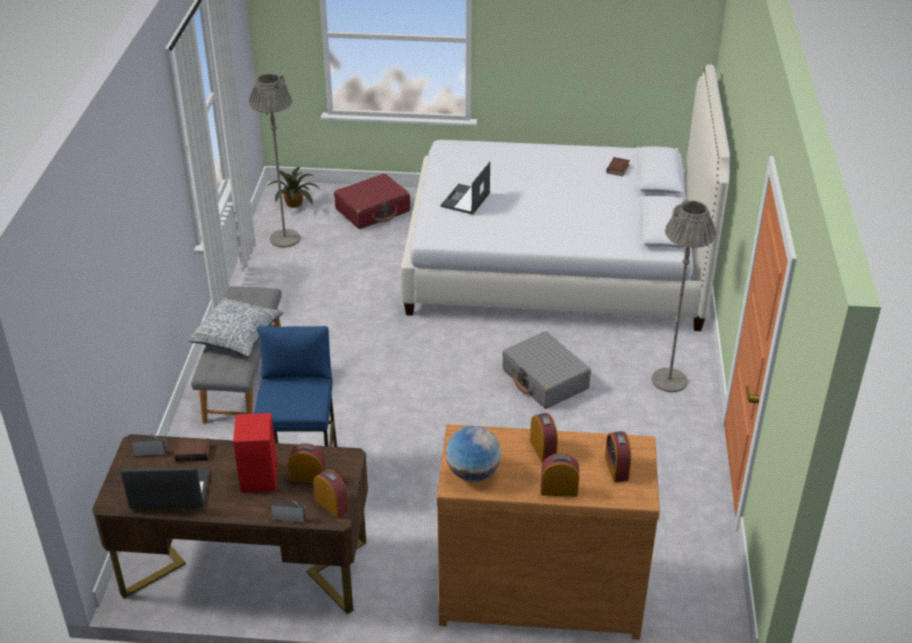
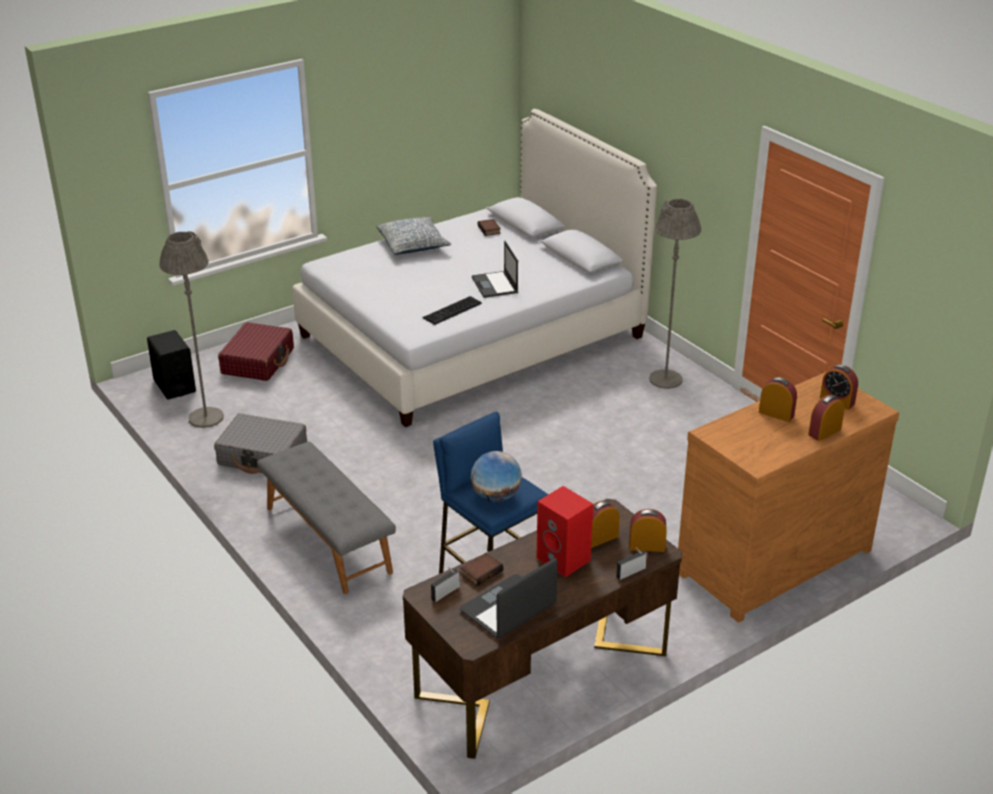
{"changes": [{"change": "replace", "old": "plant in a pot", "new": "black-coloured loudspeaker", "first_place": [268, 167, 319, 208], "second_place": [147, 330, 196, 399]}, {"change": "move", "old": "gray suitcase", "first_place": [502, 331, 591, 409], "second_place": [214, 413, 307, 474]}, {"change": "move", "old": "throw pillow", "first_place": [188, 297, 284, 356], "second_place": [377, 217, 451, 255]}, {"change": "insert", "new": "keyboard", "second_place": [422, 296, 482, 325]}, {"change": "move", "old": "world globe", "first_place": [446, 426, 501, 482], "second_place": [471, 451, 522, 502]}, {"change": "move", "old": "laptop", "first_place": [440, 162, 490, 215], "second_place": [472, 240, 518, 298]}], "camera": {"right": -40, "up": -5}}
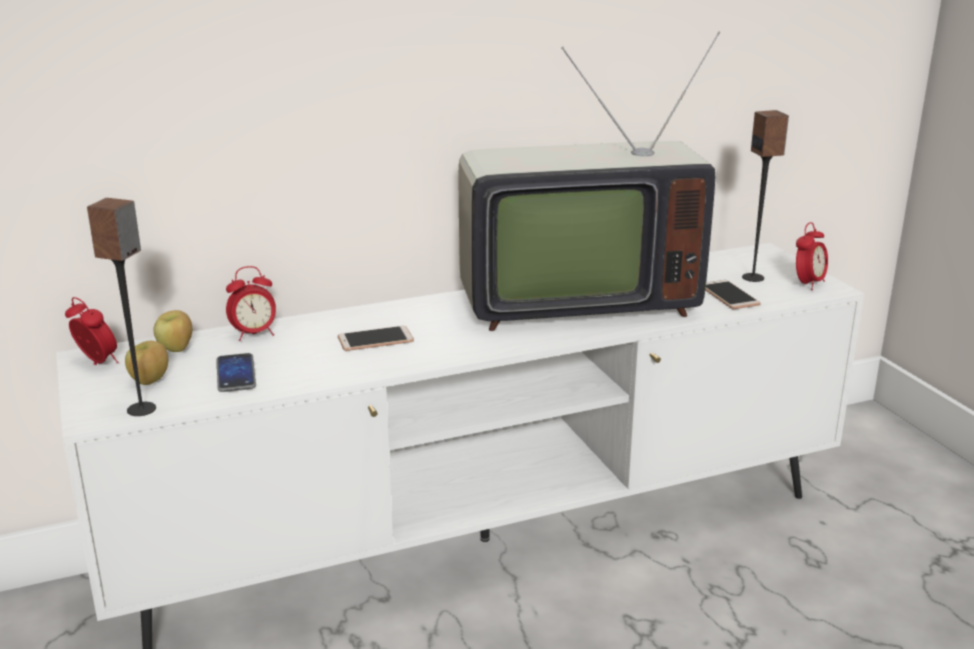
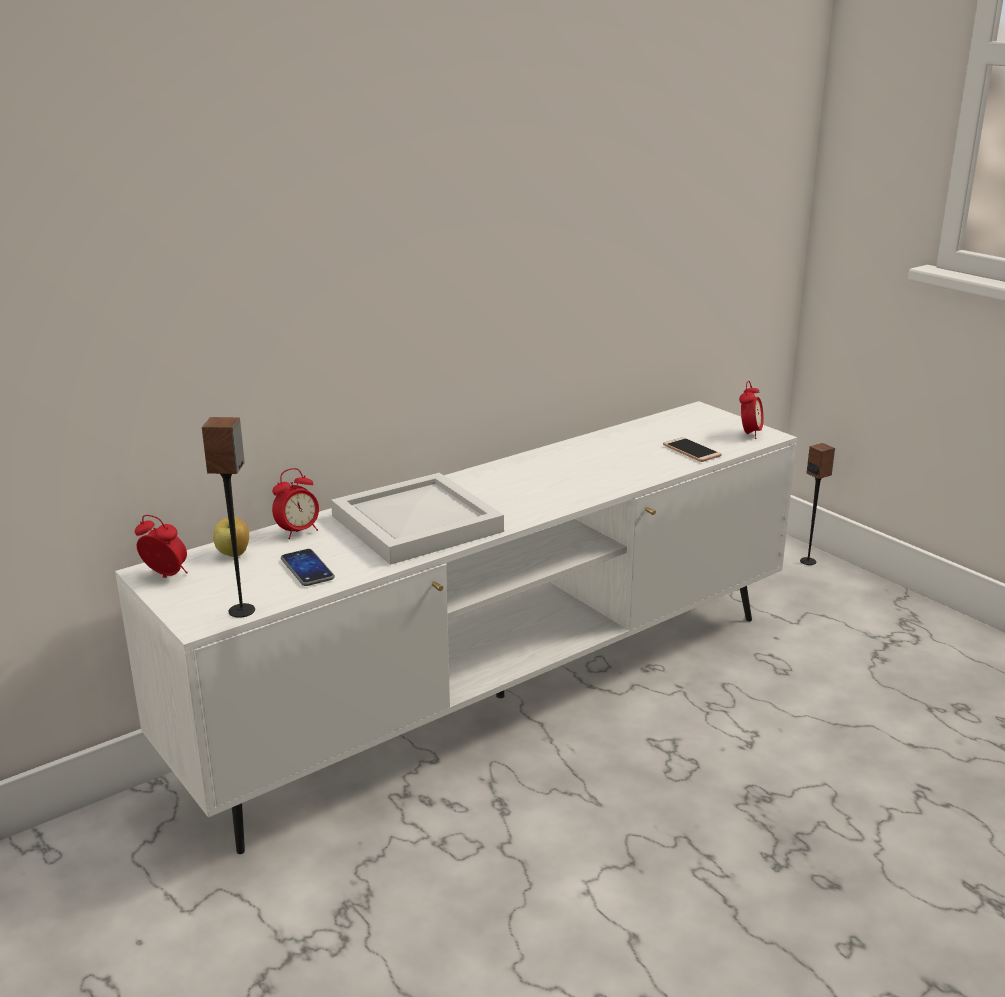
{"changes": [{"change": "replace", "old": "telephone", "new": "whitish serving tray", "first_place": [338, 326, 414, 351], "second_place": [331, 473, 504, 565]}, {"change": "move", "old": "loudspeaker", "first_place": [742, 110, 789, 282], "second_place": [800, 443, 835, 565]}, {"change": "delete", "old": "whole apple", "first_place": [125, 341, 168, 385]}, {"change": "delete", "old": "television", "first_place": [459, 31, 720, 331]}], "camera": {"right": -15, "up": 0}}
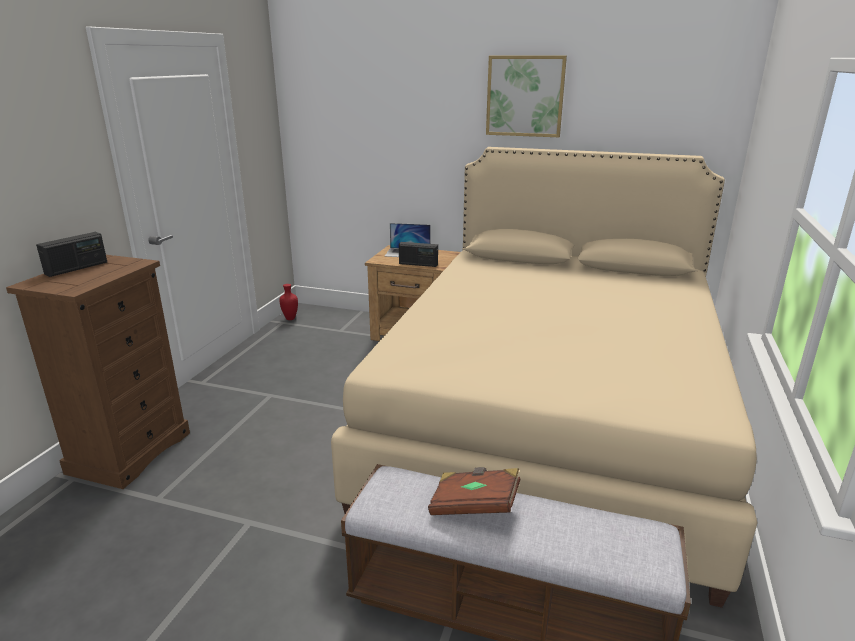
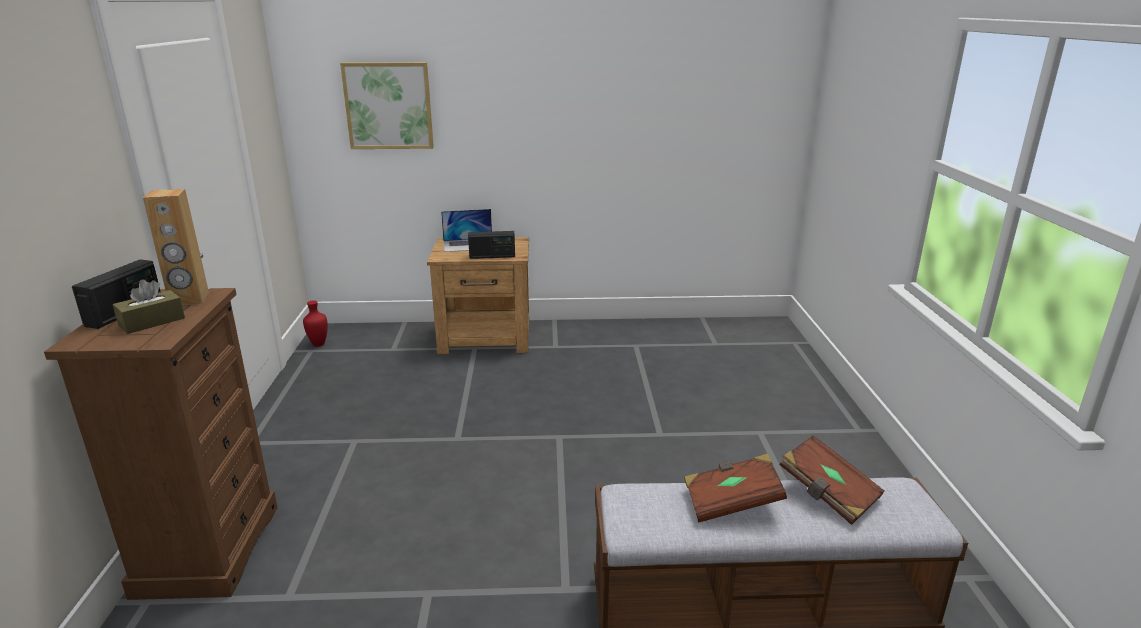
{"changes": [{"change": "insert", "new": "brown box of tissues", "second_place": [113, 280, 185, 334]}, {"change": "insert", "new": "brown loudspeaker", "second_place": [143, 189, 209, 305]}, {"change": "move", "old": "wall picture", "first_place": [486, 56, 567, 137], "second_place": [340, 62, 434, 149]}, {"change": "insert", "new": "brown volume", "second_place": [779, 435, 884, 525]}, {"change": "delete", "old": "beige-coloured bed", "first_place": [331, 147, 758, 608]}], "camera": {"right": -20, "up": 0}}
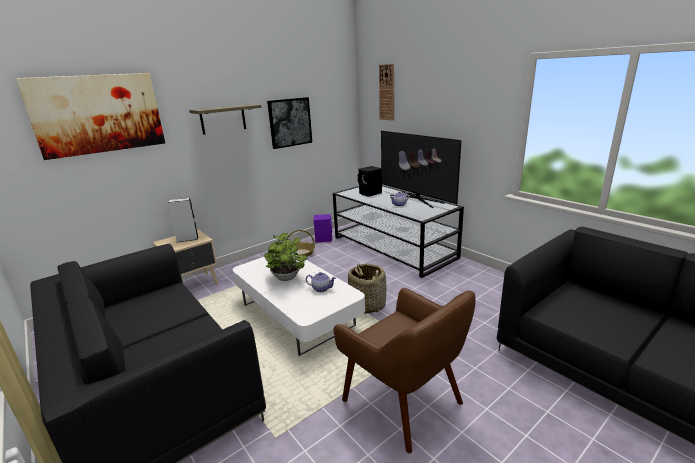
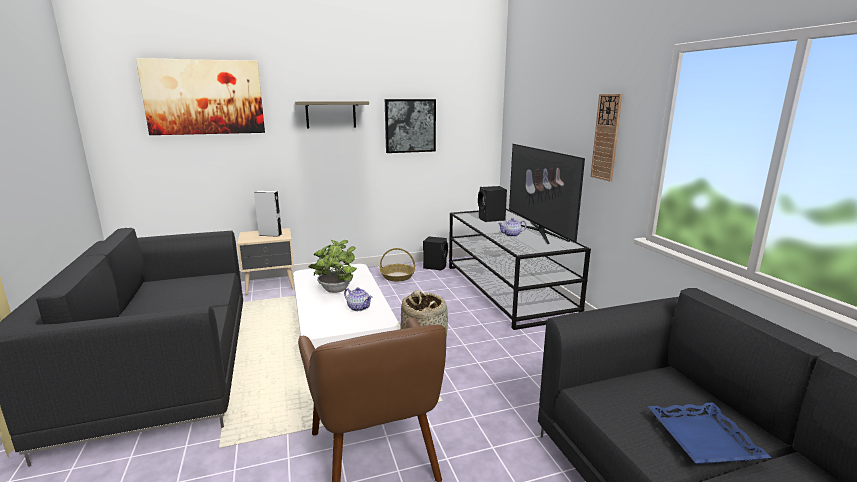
{"changes": [{"change": "recolor", "old": "purple-coloured loudspeaker", "new": "black-coloured loudspeaker", "first_place": [314, 214, 332, 243], "second_place": [423, 236, 448, 271]}, {"change": "move", "old": "clock on the wall", "first_place": [379, 64, 394, 121], "second_place": [590, 94, 623, 182]}, {"change": "insert", "new": "blue serving tray", "second_place": [648, 402, 772, 464]}], "camera": {"right": 20, "up": -5}}
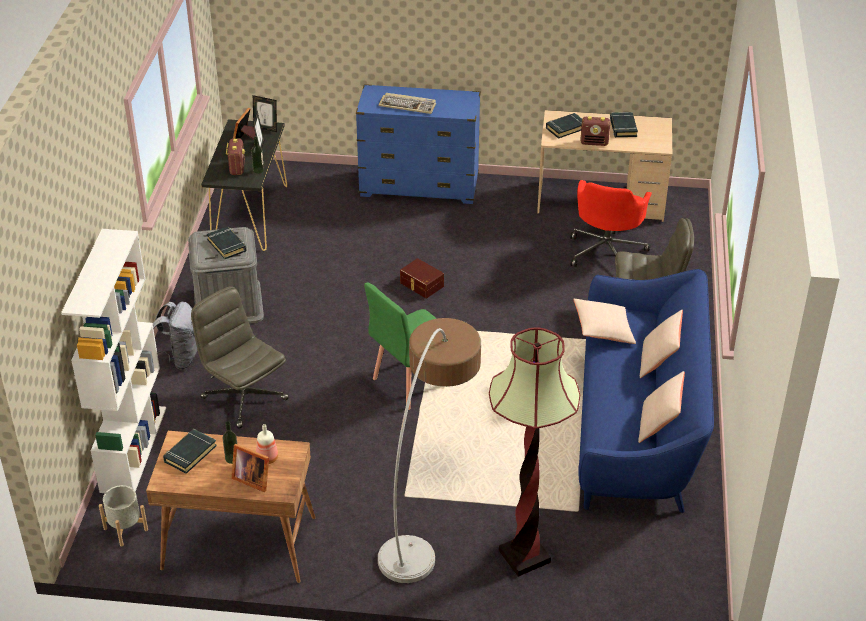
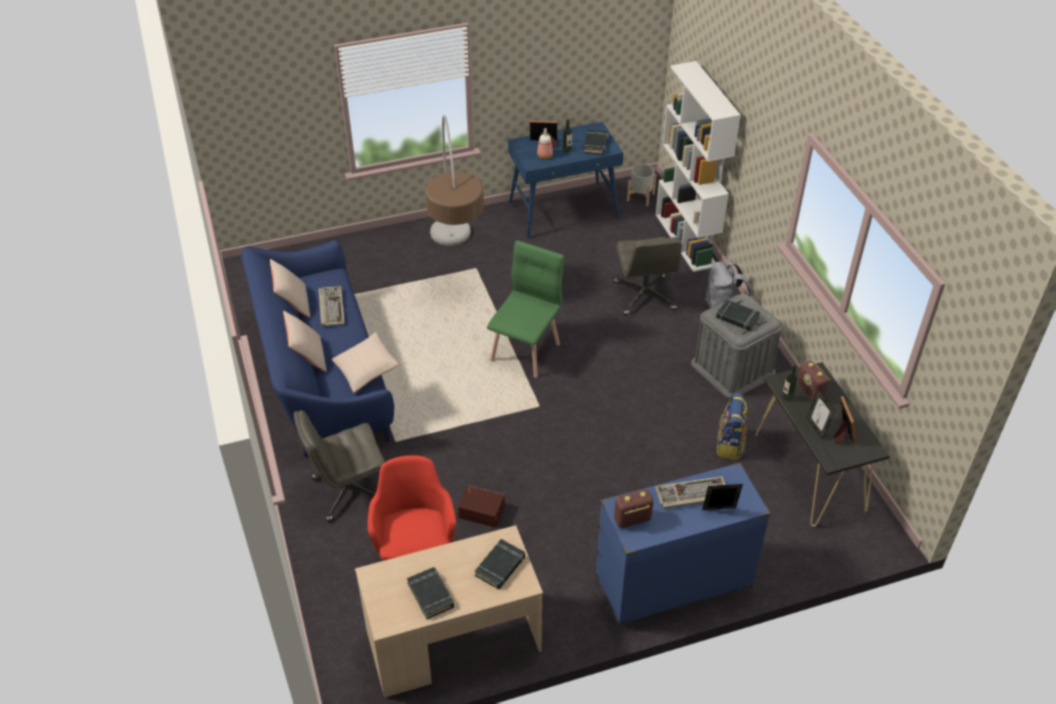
{"changes": [{"change": "insert", "new": "keyboard", "second_place": [319, 286, 345, 326]}, {"change": "move", "old": "brown storage bin", "first_place": [400, 258, 444, 298], "second_place": [458, 485, 505, 528]}, {"change": "recolor", "old": "brown desk unit", "new": "blue desk unit", "first_place": [146, 431, 316, 583], "second_place": [508, 122, 623, 238]}, {"change": "rotate", "old": "gray computer chair", "first_place": [191, 286, 289, 429], "second_place": [614, 237, 682, 316], "degrees": 60}, {"change": "move", "old": "radio", "first_place": [580, 116, 610, 146], "second_place": [614, 489, 654, 528]}, {"change": "move", "old": "photo frame", "first_place": [253, 95, 277, 132], "second_place": [702, 484, 743, 510]}, {"change": "insert", "new": "backpack", "second_place": [717, 393, 749, 460]}, {"change": "delete", "old": "floor lamp", "first_place": [489, 327, 580, 577]}], "camera": {"right": 155, "up": 5}}
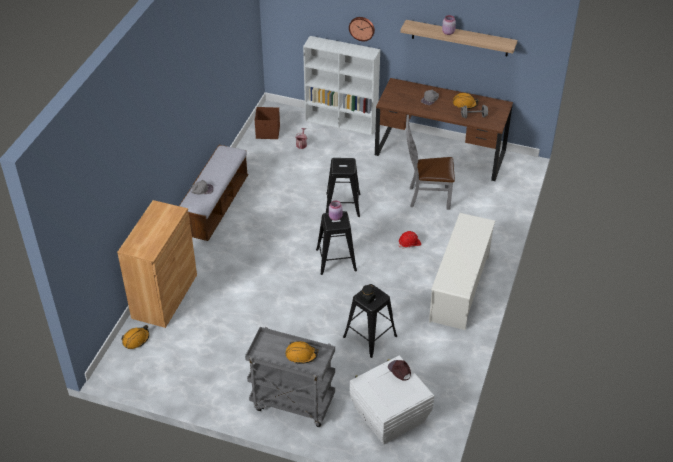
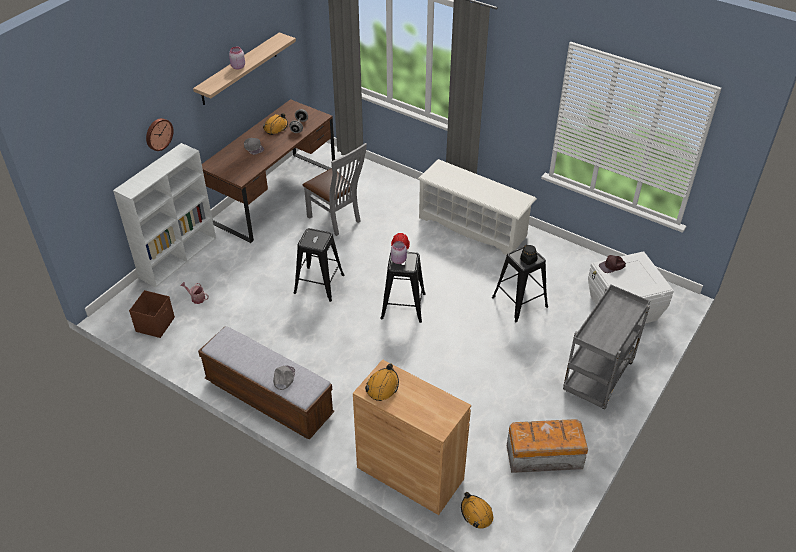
{"changes": [{"change": "rotate", "old": "gray plain chair", "first_place": [406, 115, 455, 210], "second_place": [303, 143, 367, 236], "degrees": -60}, {"change": "move", "old": "orange-coloured safety helmet", "first_place": [285, 341, 319, 364], "second_place": [365, 363, 399, 401]}, {"change": "insert", "new": "storage bin", "second_place": [507, 419, 588, 473]}], "camera": {"right": -75, "up": 0}}
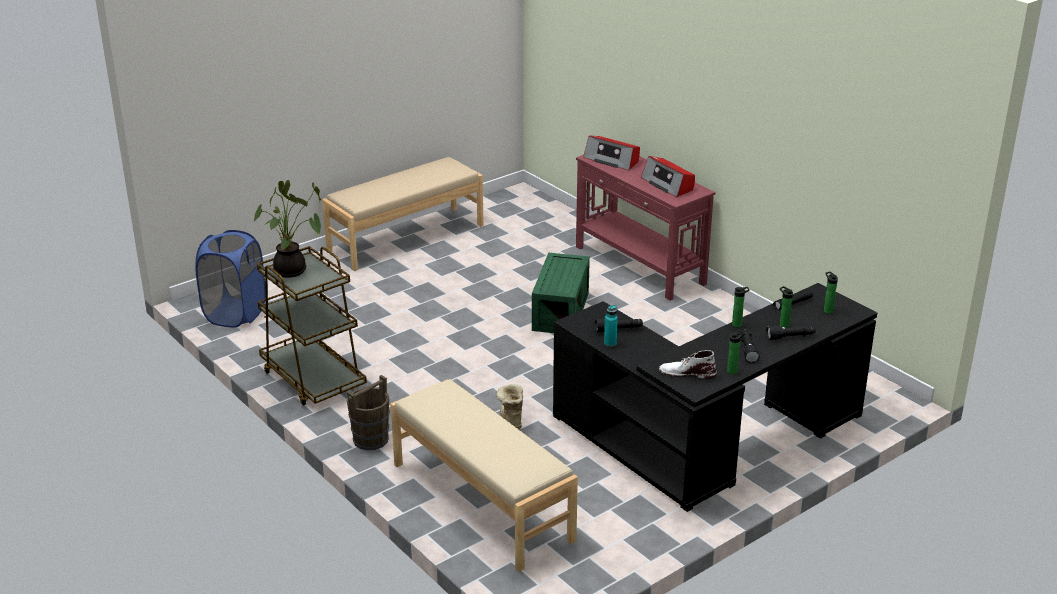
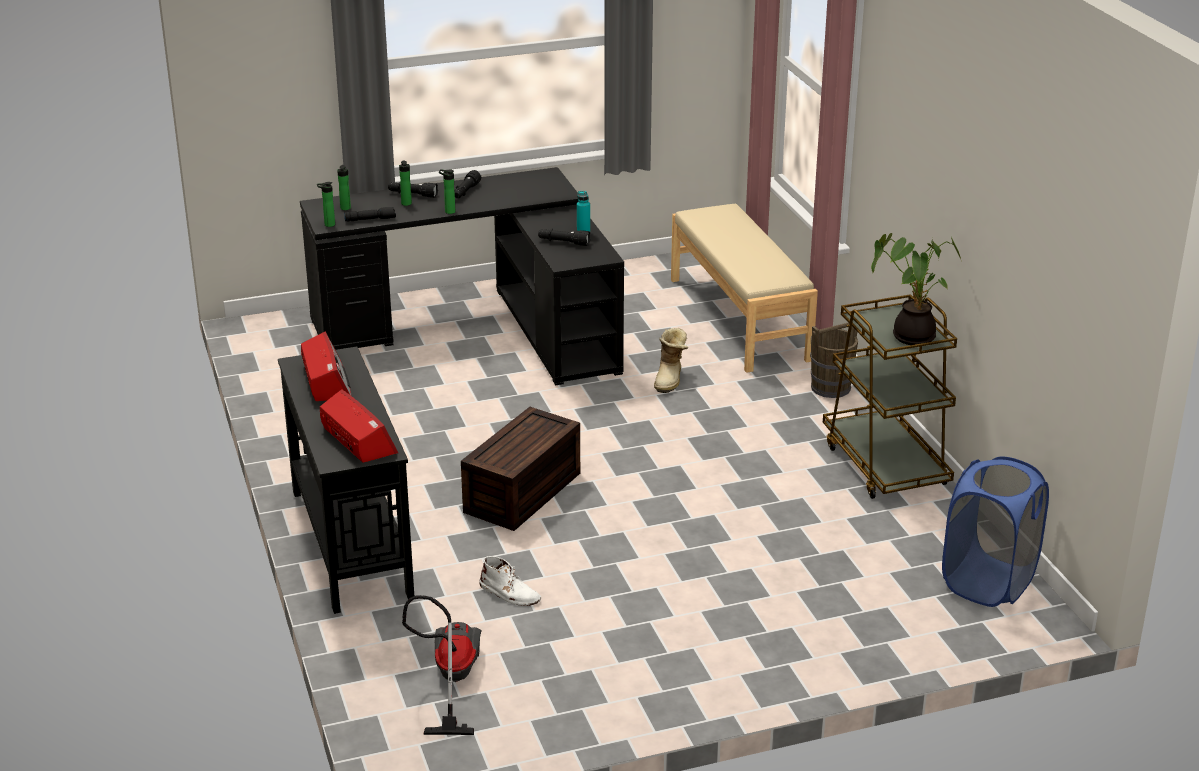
{"changes": [{"change": "recolor", "old": "red-coloured narrow table", "new": "black-coloured narrow table", "first_place": [576, 155, 715, 300], "second_place": [278, 347, 414, 614]}, {"change": "move", "old": "drink bottle", "first_place": [727, 330, 744, 374], "second_place": [317, 182, 335, 227]}, {"change": "insert", "new": "hoover", "second_place": [402, 595, 482, 735]}, {"change": "recolor", "old": "green storage bin", "new": "brown storage bin", "first_place": [532, 253, 590, 333], "second_place": [461, 407, 580, 531]}, {"change": "move", "old": "whitish boot", "first_place": [659, 350, 717, 379], "second_place": [479, 556, 541, 606]}, {"change": "delete", "old": "beige-coloured bench", "first_place": [322, 157, 484, 271]}], "camera": {"right": -160, "up": 0}}
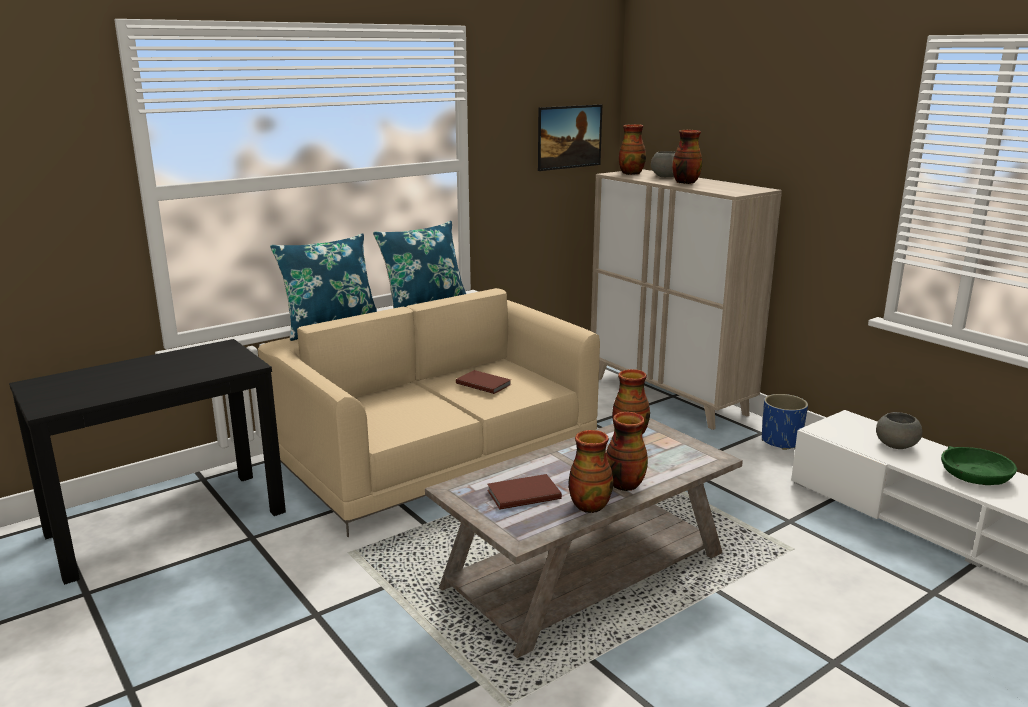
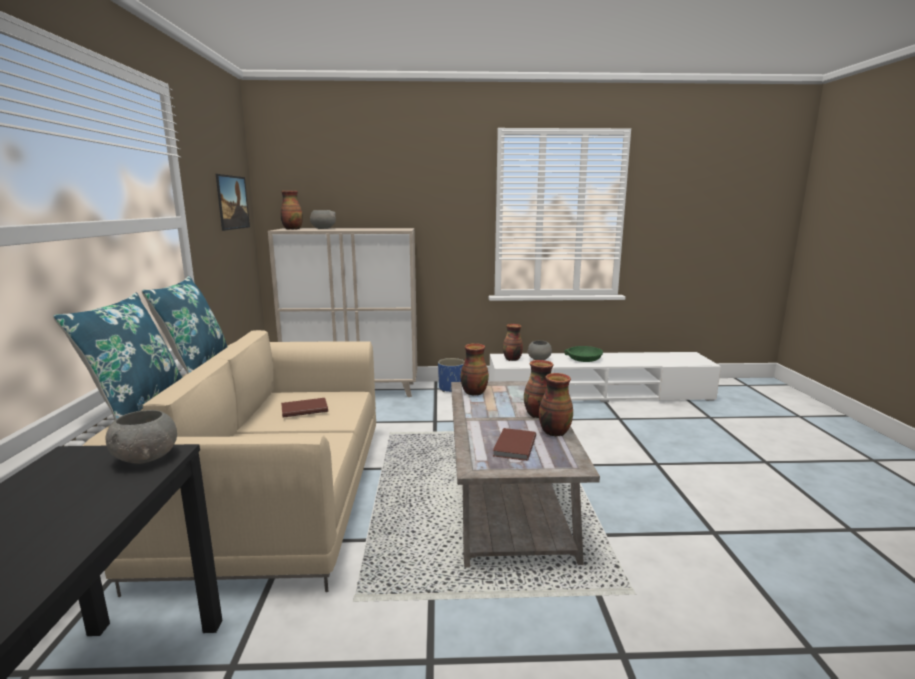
{"changes": [{"change": "insert", "new": "gray bowl", "second_place": [106, 410, 177, 464]}, {"change": "move", "old": "vase", "first_place": [672, 130, 702, 184], "second_place": [503, 324, 523, 361]}], "camera": {"right": -55, "up": -5}}
